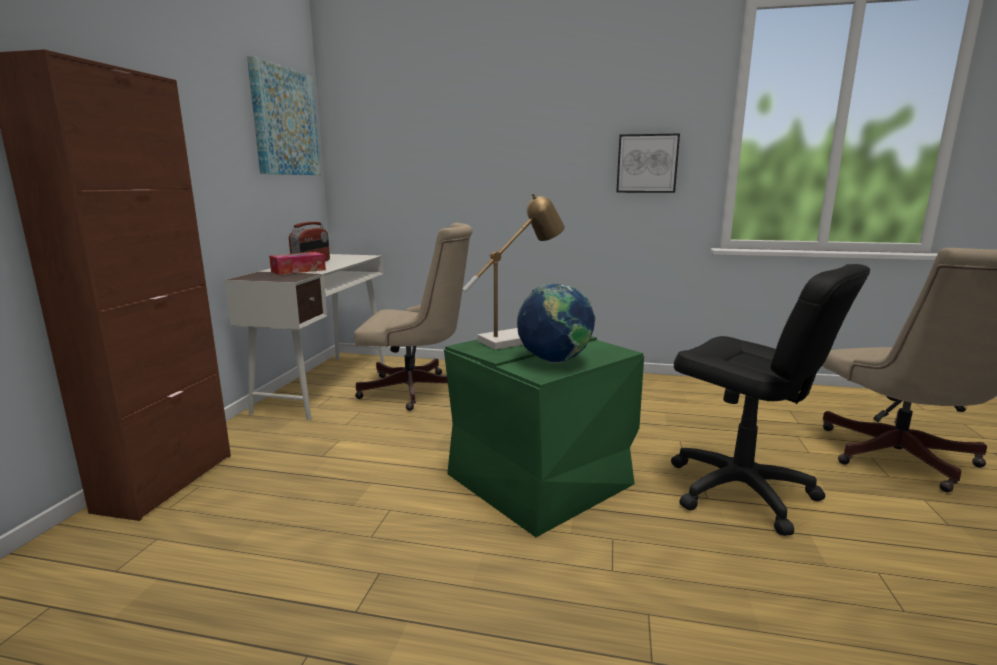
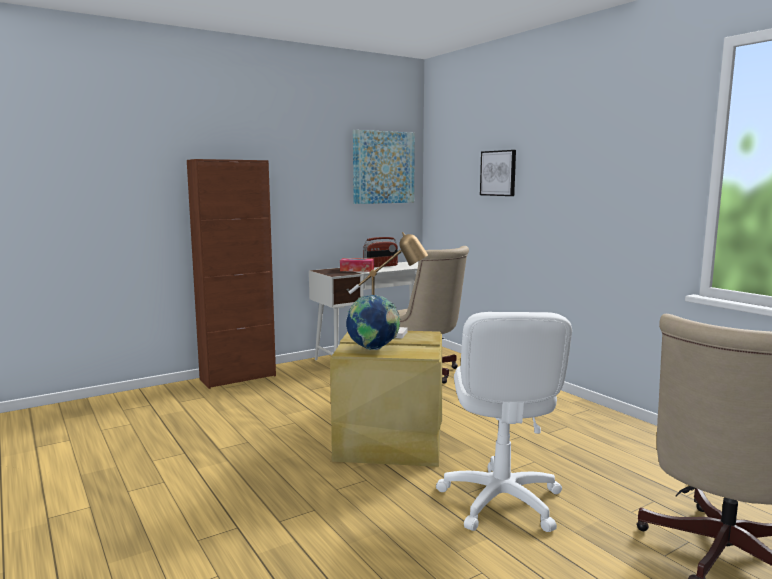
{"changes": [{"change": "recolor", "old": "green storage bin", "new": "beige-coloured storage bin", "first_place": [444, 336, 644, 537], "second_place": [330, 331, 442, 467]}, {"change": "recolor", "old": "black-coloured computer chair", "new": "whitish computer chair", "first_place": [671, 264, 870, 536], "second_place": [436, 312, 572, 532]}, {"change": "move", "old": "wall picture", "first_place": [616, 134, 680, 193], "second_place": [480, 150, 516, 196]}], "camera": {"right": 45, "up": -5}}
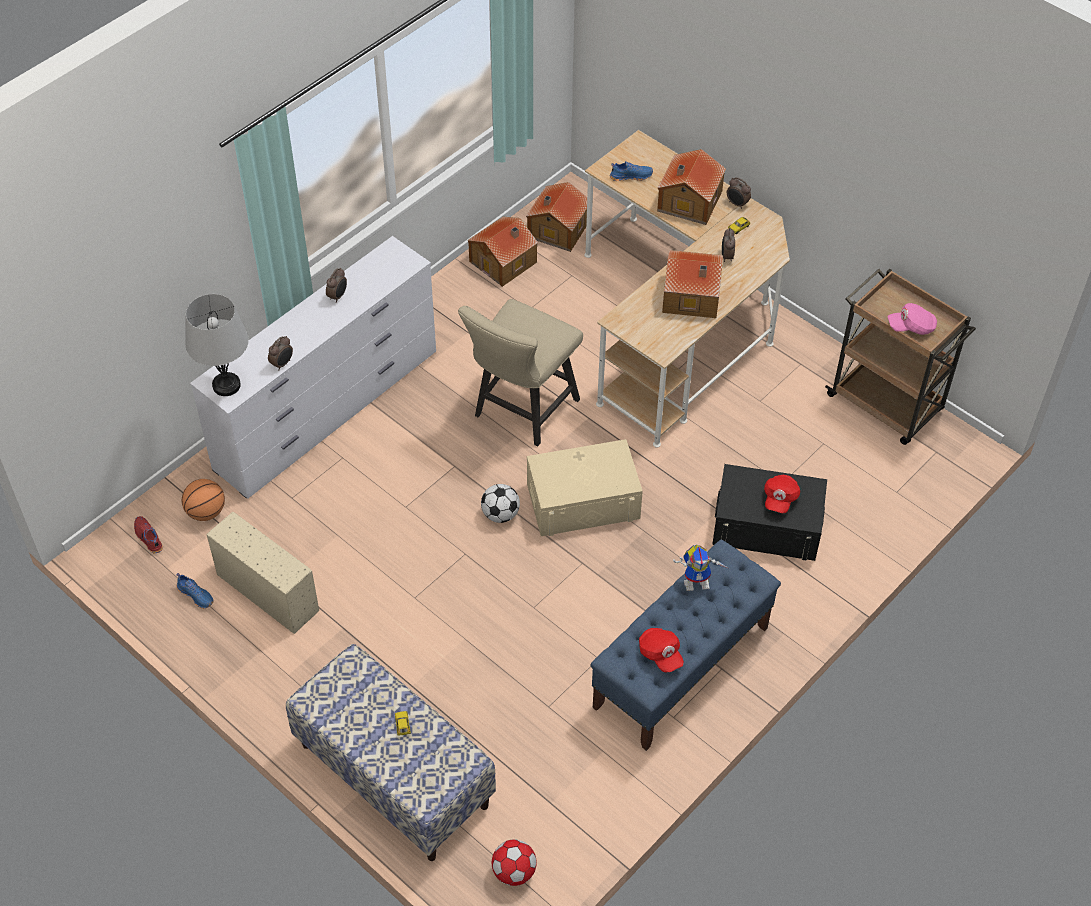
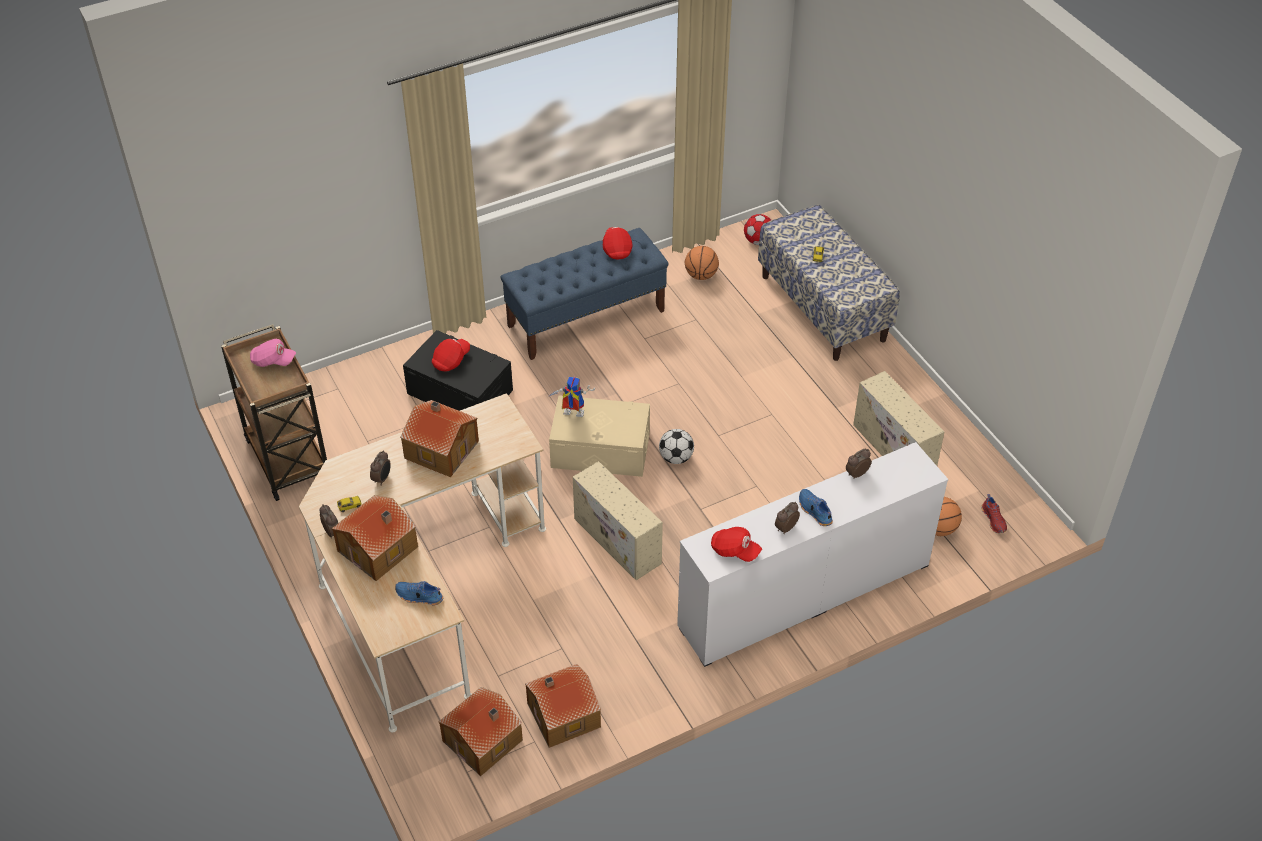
{"changes": [{"change": "move", "old": "toy robot", "first_place": [673, 545, 728, 591], "second_place": [549, 377, 595, 417]}, {"change": "replace", "old": "beige-coloured plain chair", "new": "beige-coloured storage bin", "first_place": [458, 299, 583, 447], "second_place": [573, 461, 663, 580]}, {"change": "insert", "new": "ball for basketball", "second_place": [685, 246, 719, 280]}, {"change": "insert", "new": "red-coloured cap", "second_place": [711, 527, 762, 562]}, {"change": "move", "old": "blue shoe", "first_place": [176, 573, 213, 609], "second_place": [799, 489, 833, 526]}, {"change": "delete", "old": "gray table lamp", "first_place": [185, 294, 249, 396]}], "camera": {"right": -160, "up": -5}}
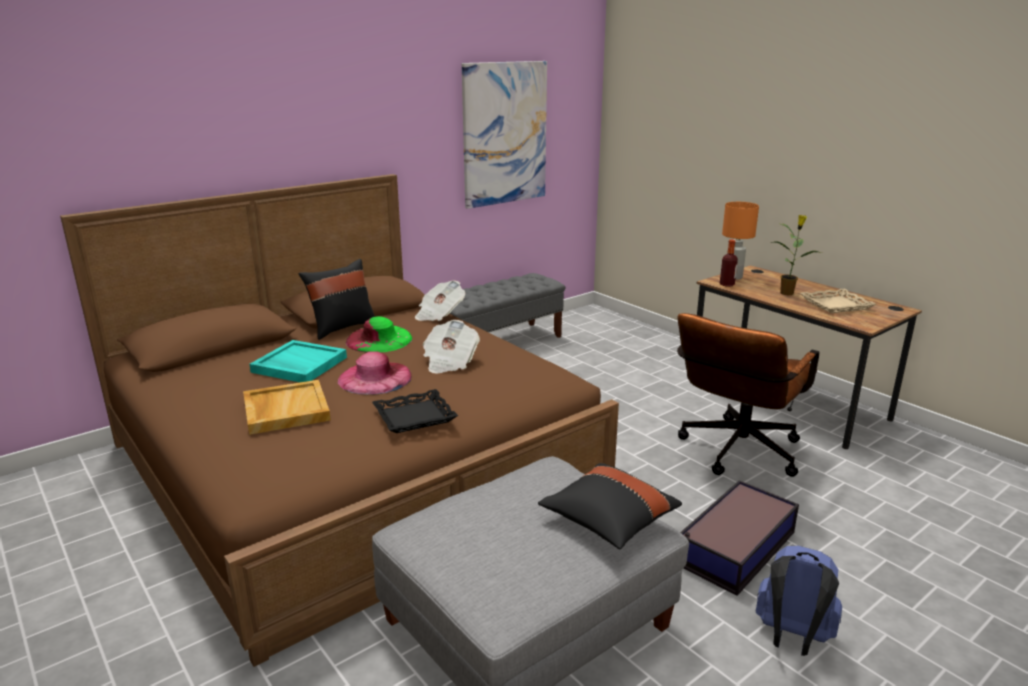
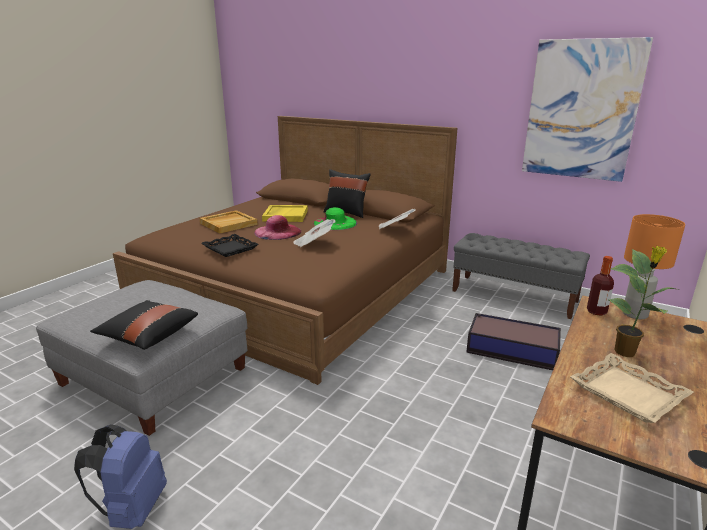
{"changes": [{"change": "recolor", "old": "turquoise-coloured serving tray", "new": "yellowish serving tray", "first_place": [250, 340, 347, 382], "second_place": [262, 205, 308, 222]}, {"change": "move", "old": "storage bin", "first_place": [680, 480, 799, 596], "second_place": [466, 313, 561, 370]}, {"change": "delete", "old": "brown computer chair", "first_place": [677, 313, 819, 477]}], "camera": {"right": 70, "up": 0}}
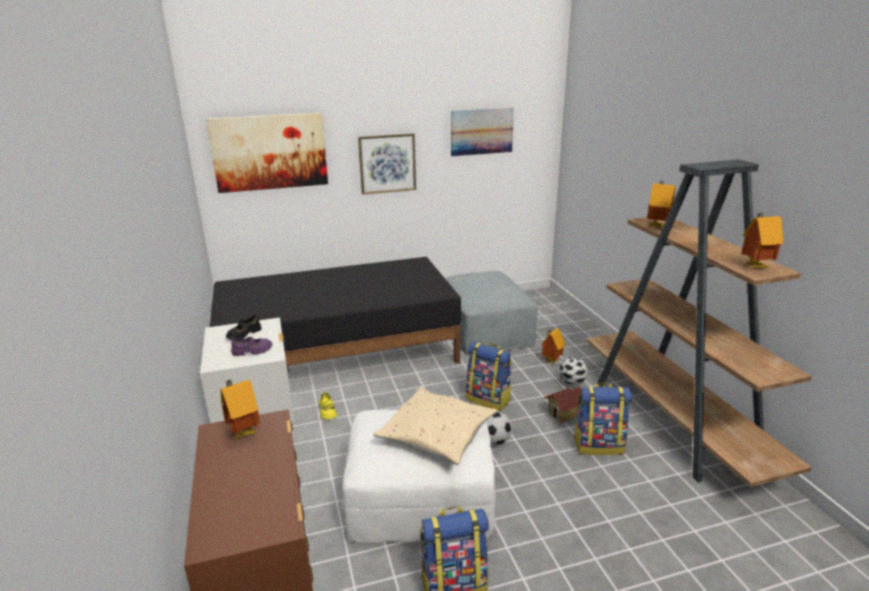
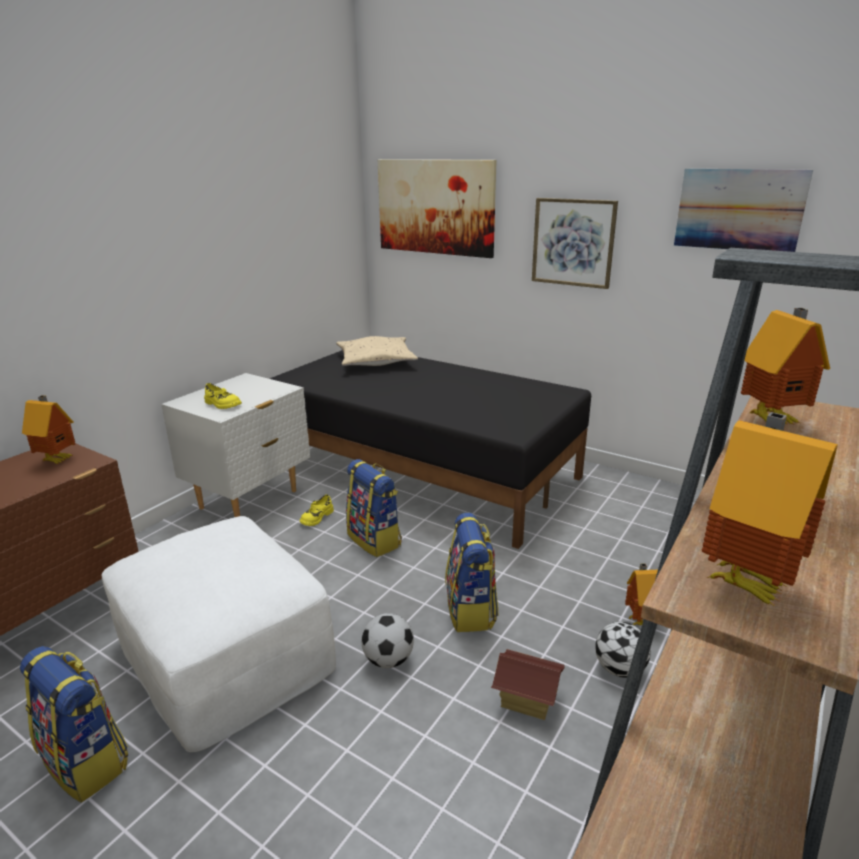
{"changes": [{"change": "recolor", "old": "purple-coloured shoe", "new": "yellowish shoe", "first_place": [231, 337, 272, 356], "second_place": [204, 383, 242, 409]}, {"change": "move", "old": "beige-coloured throw pillow", "first_place": [374, 387, 497, 465], "second_place": [336, 336, 418, 366]}, {"change": "move", "old": "backpack", "first_place": [573, 383, 632, 455], "second_place": [346, 459, 402, 557]}, {"change": "delete", "old": "black-coloured shoe", "first_place": [226, 315, 261, 340]}, {"change": "delete", "old": "gray footrest", "first_place": [445, 271, 538, 356]}], "camera": {"right": 50, "up": 0}}
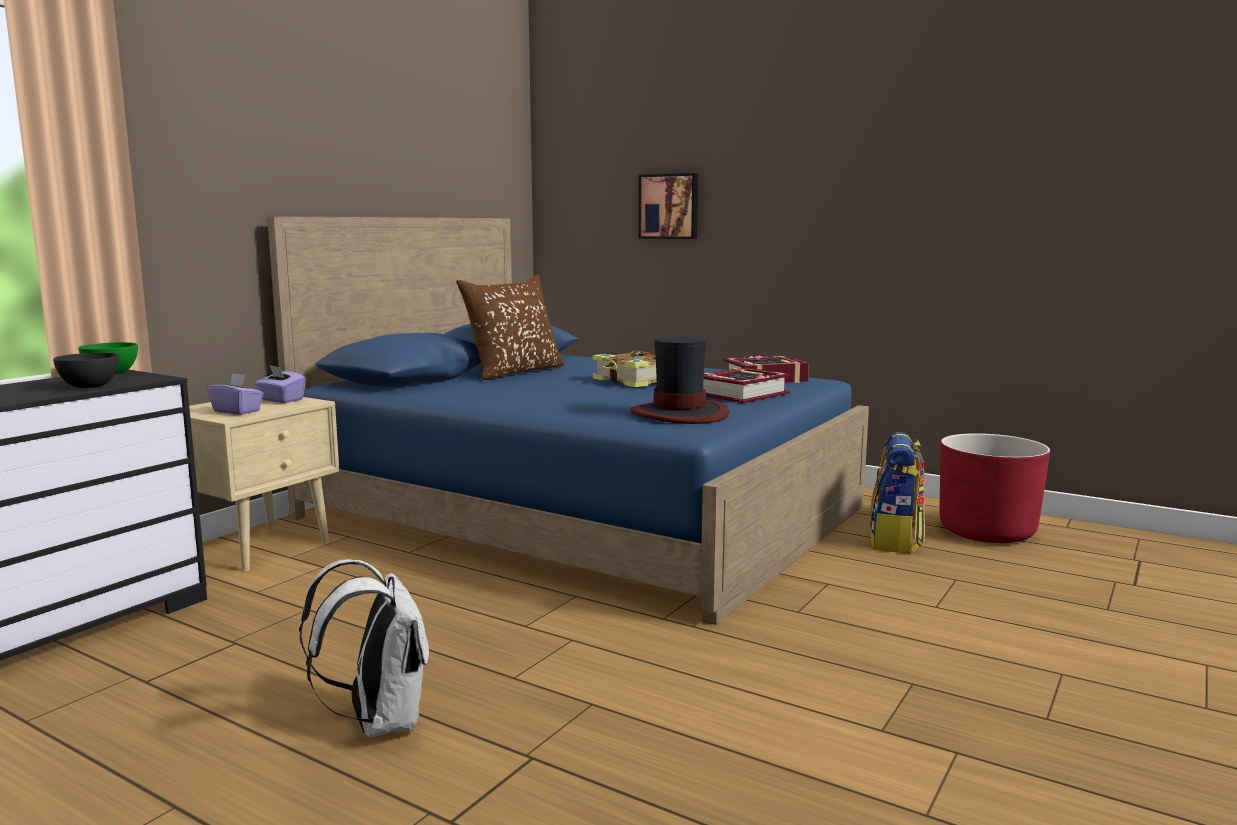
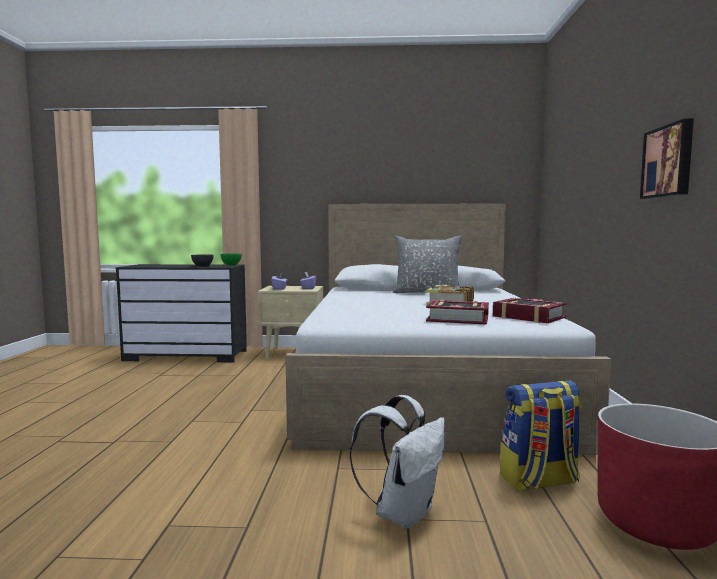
{"changes": [{"change": "recolor", "old": "blue bed", "new": "whitish bed", "first_place": [267, 216, 869, 625], "second_place": [286, 204, 611, 455]}, {"change": "move", "old": "whitish backpack", "first_place": [299, 559, 429, 737], "second_place": [350, 395, 446, 528]}, {"change": "recolor", "old": "brown throw pillow", "new": "gray throw pillow", "first_place": [456, 275, 565, 380], "second_place": [392, 235, 462, 294]}, {"change": "move", "old": "wall picture", "first_place": [638, 173, 698, 239], "second_place": [640, 118, 694, 199]}, {"change": "delete", "old": "wearable hat", "first_place": [630, 336, 729, 424]}], "camera": {"right": 60, "up": -5}}
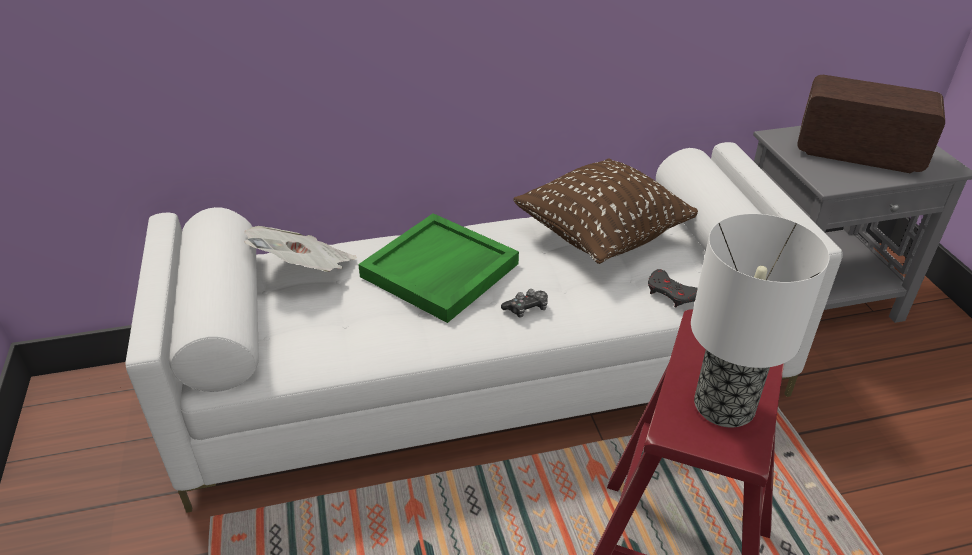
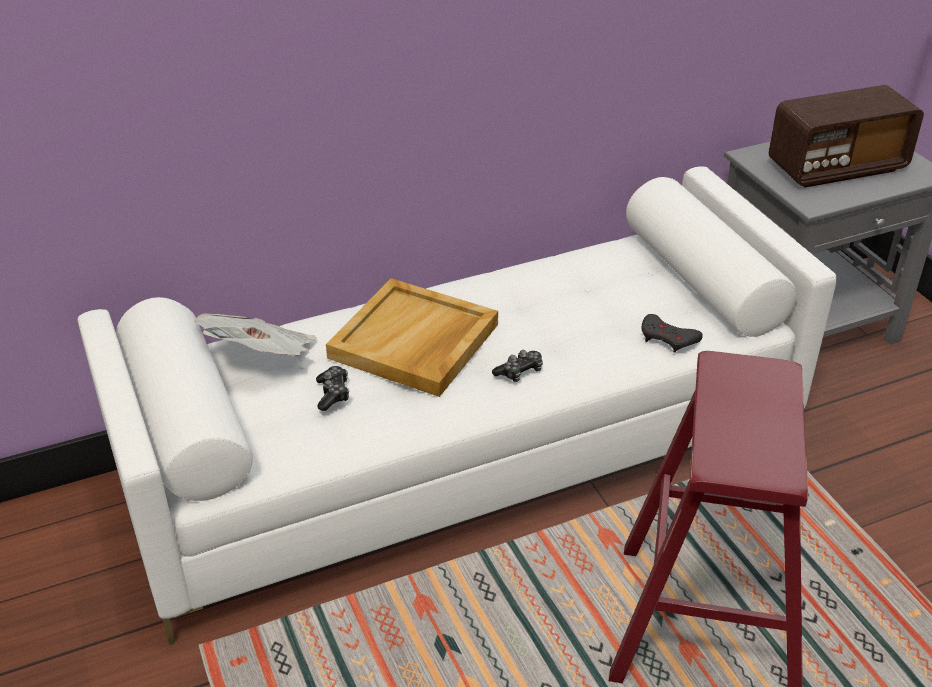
{"changes": [{"change": "insert", "new": "game controller", "second_place": [316, 366, 349, 411]}, {"change": "recolor", "old": "green serving tray", "new": "beige-coloured serving tray", "first_place": [358, 213, 519, 323], "second_place": [326, 278, 498, 397]}, {"change": "rotate", "old": "radio", "first_place": [797, 75, 945, 173], "second_place": [768, 85, 924, 188], "degrees": 150}, {"change": "delete", "old": "brown throw pillow", "first_place": [513, 158, 698, 264]}, {"change": "delete", "old": "table lamp", "first_place": [691, 214, 830, 427]}], "camera": {"right": -10, "up": 0}}
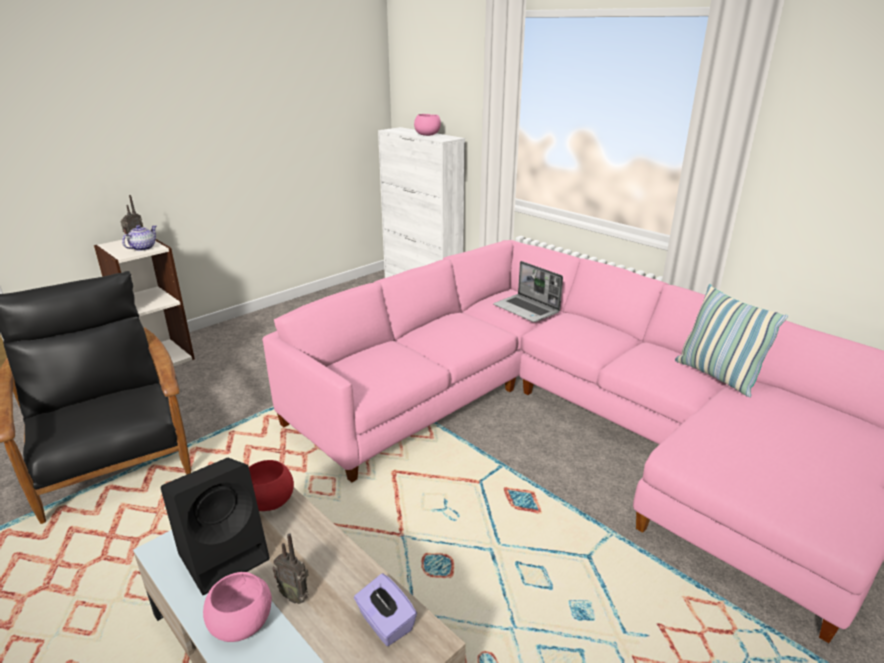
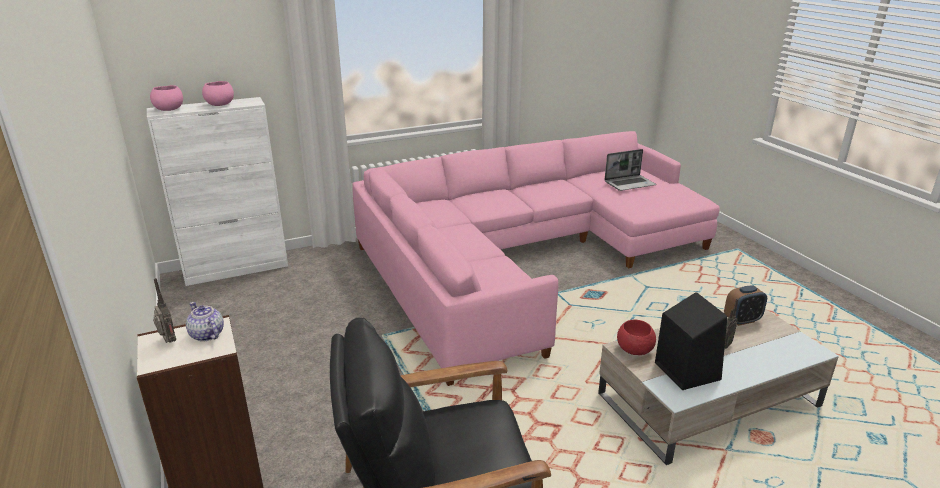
{"changes": [{"change": "move", "old": "pink bowl", "first_place": [203, 572, 272, 642], "second_place": [150, 85, 183, 111]}, {"change": "move", "old": "laptop", "first_place": [493, 261, 563, 322], "second_place": [605, 149, 656, 191]}, {"change": "replace", "old": "purple-coloured box of tissues", "new": "alarm clock", "first_place": [354, 573, 417, 646], "second_place": [724, 285, 767, 326]}, {"change": "delete", "old": "throw pillow", "first_place": [675, 284, 788, 397]}], "camera": {"right": -70, "up": 0}}
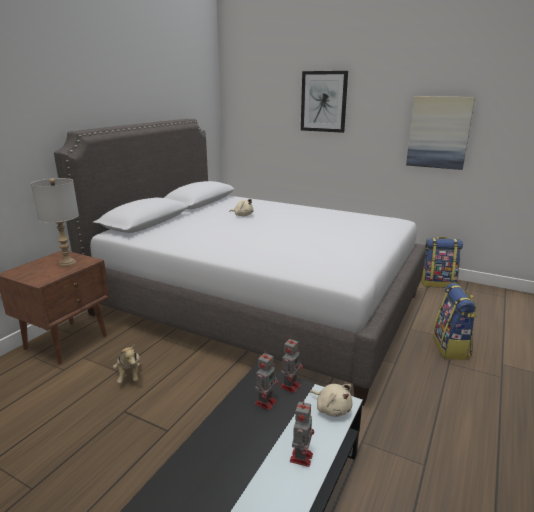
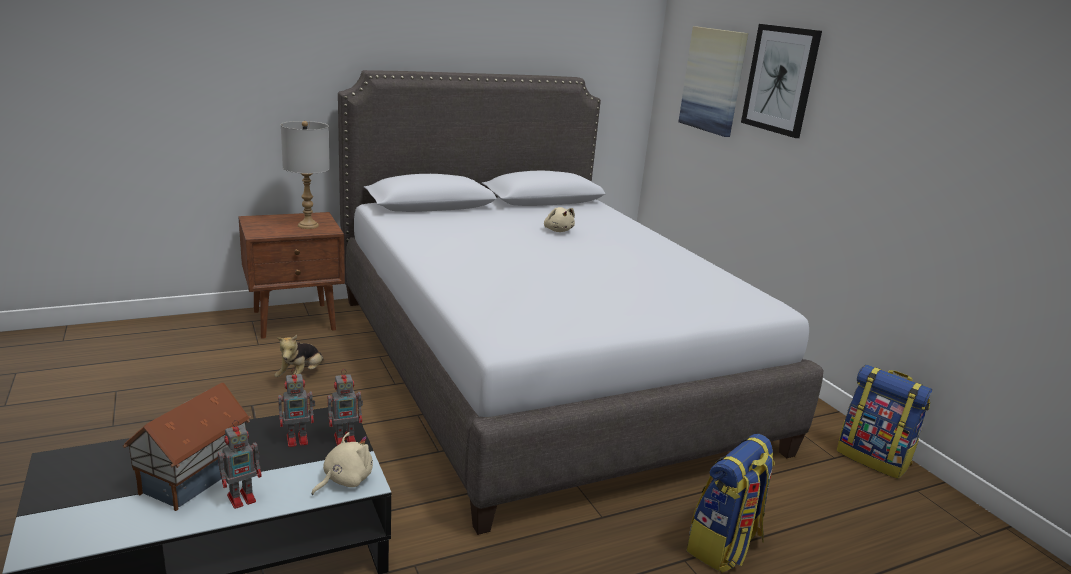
{"changes": [{"change": "insert", "new": "model house", "second_place": [123, 383, 251, 511]}, {"change": "rotate", "old": "beige-coloured plush toy", "first_place": [310, 384, 353, 417], "second_place": [311, 432, 373, 495], "degrees": -135}, {"change": "move", "old": "wall picture", "first_place": [406, 96, 475, 170], "second_place": [679, 26, 748, 137]}], "camera": {"right": 35, "up": 0}}
